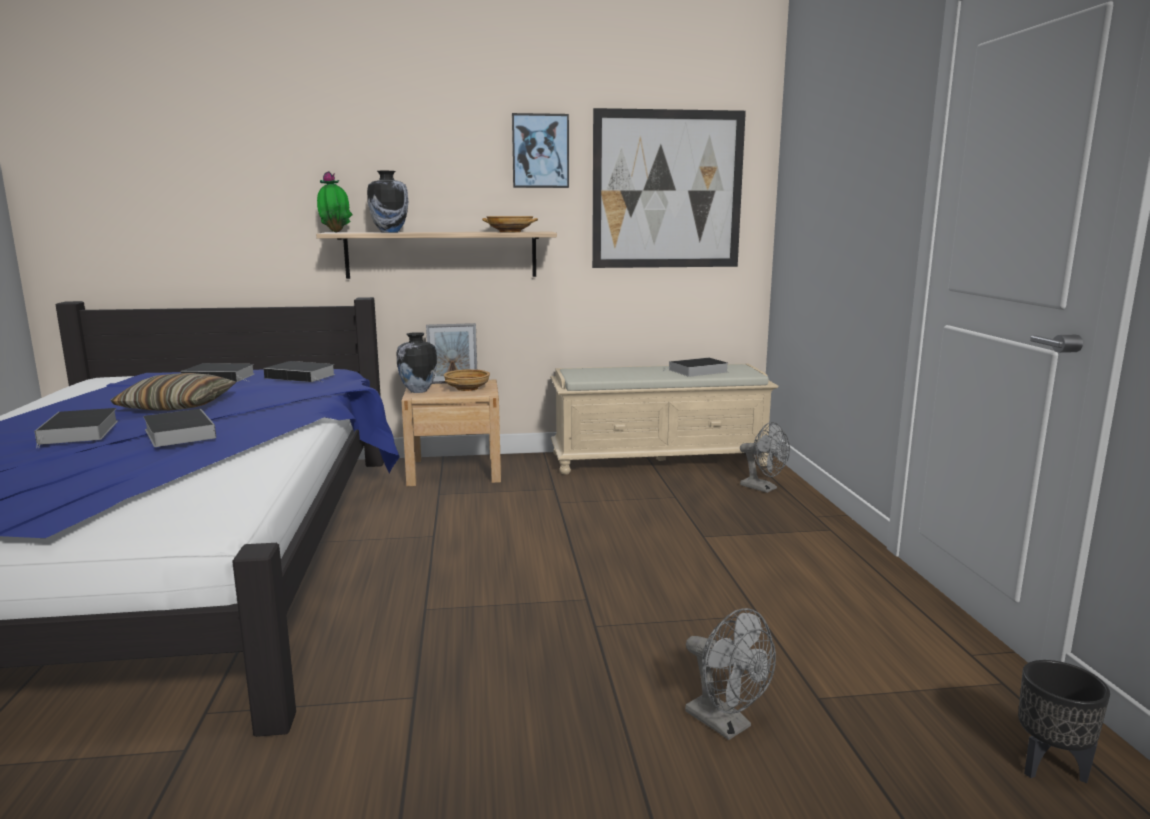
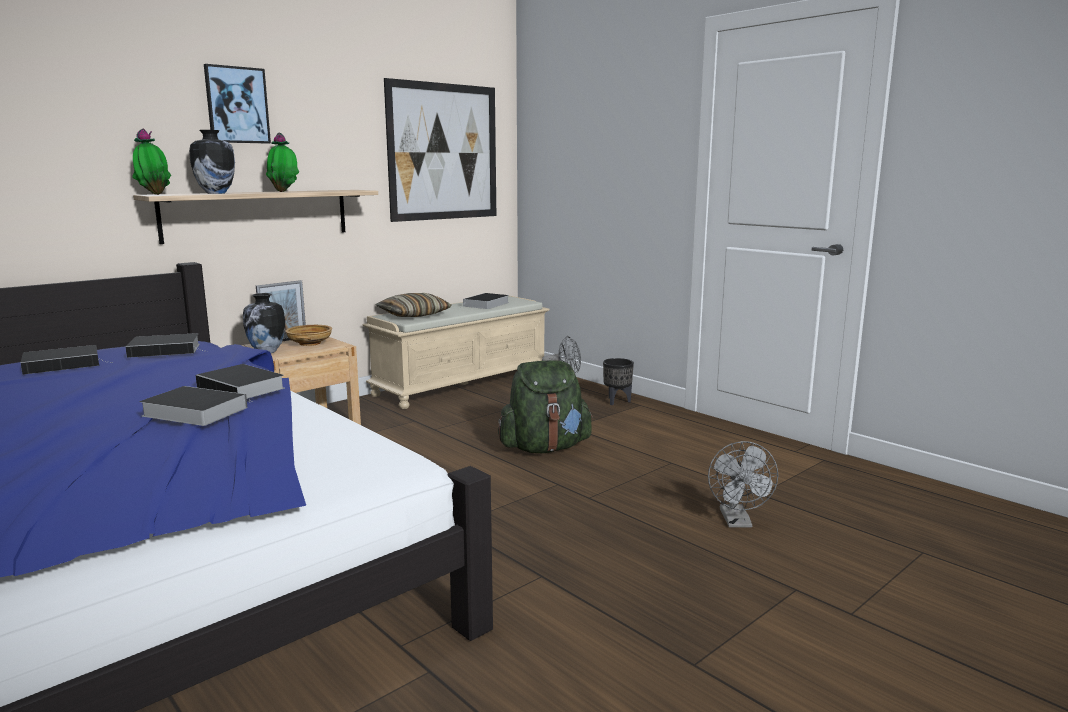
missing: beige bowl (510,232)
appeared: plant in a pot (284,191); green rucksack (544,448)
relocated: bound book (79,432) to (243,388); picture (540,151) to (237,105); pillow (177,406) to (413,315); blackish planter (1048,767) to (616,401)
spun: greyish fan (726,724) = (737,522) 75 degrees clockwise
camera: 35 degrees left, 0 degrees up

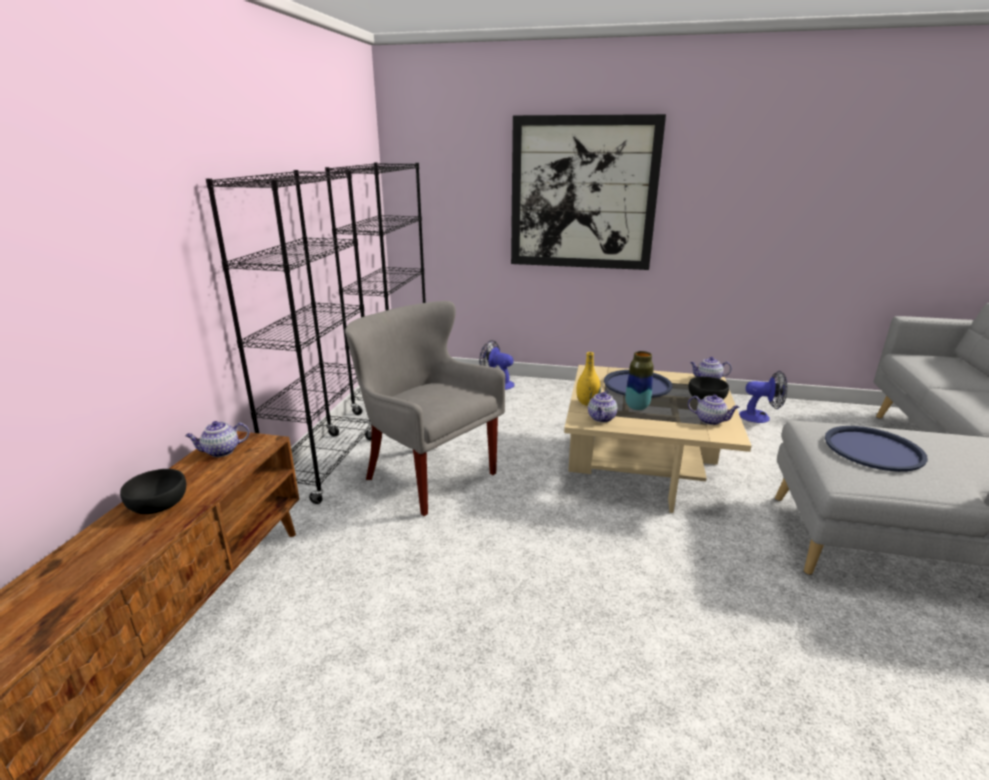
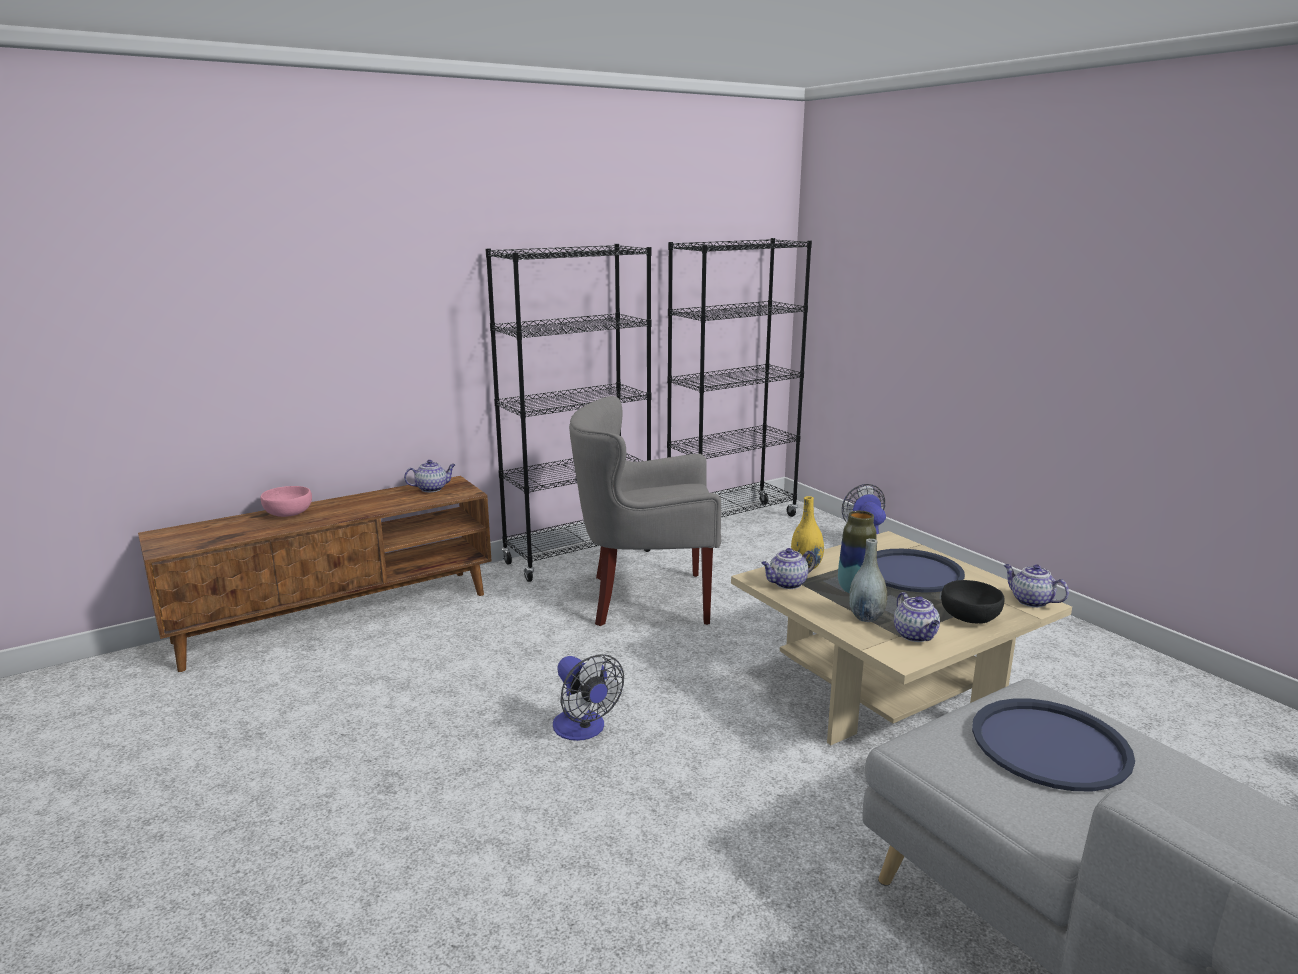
missing: blackish bowl (158,505); picture (583,194)
appeared: pink-coloured bowl (288,513); greyish flower vase (866,617)
relocated: fan (760,417) to (583,730)
spun: pot for tea (221,451) = (432,488) 135 degrees clockwise; greyish armchair (428,475) = (645,599) 90 degrees counterclockwise
camera: 45 degrees right, 5 degrees down

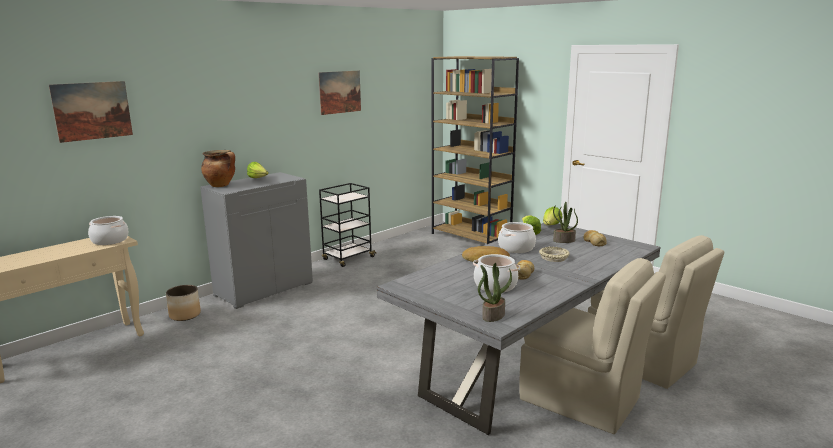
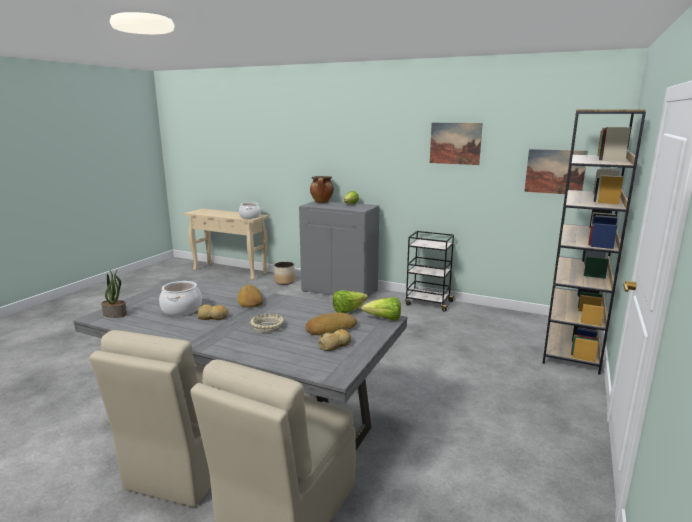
missing: stockpot (516,248)
relocated: picture (92,111) to (555,171)
exchanged: plant in a pot (564,241) to baked bread (330,328)
camera: 70 degrees right, 0 degrees up

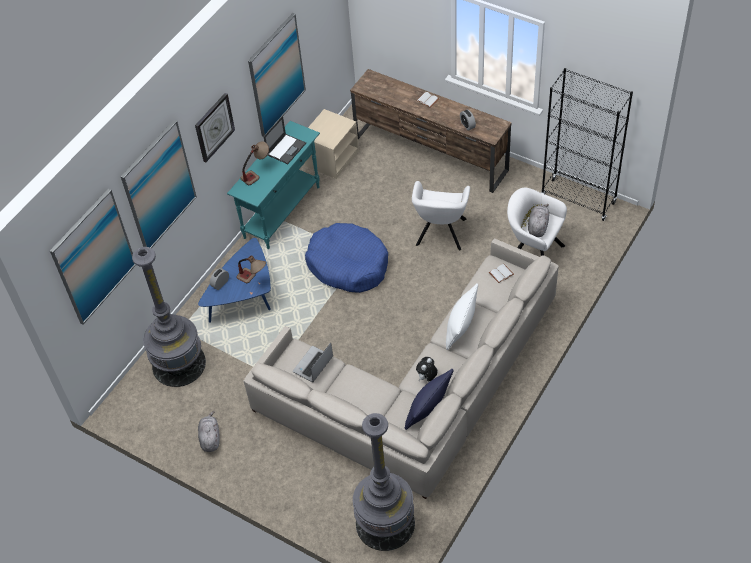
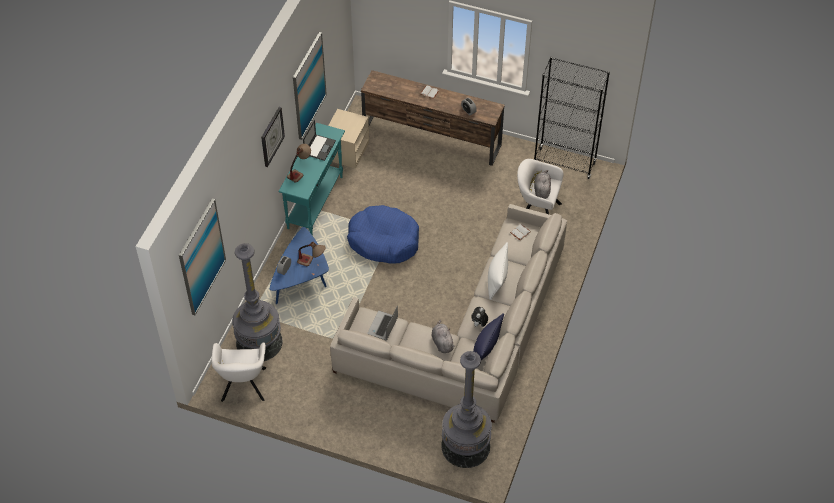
missing: picture (159,186)
relocated: whitish armchair (440,234) to (243,387); greyish plush toy (210,438) to (442,342)
camera: 15 degrees left, 0 degrees up

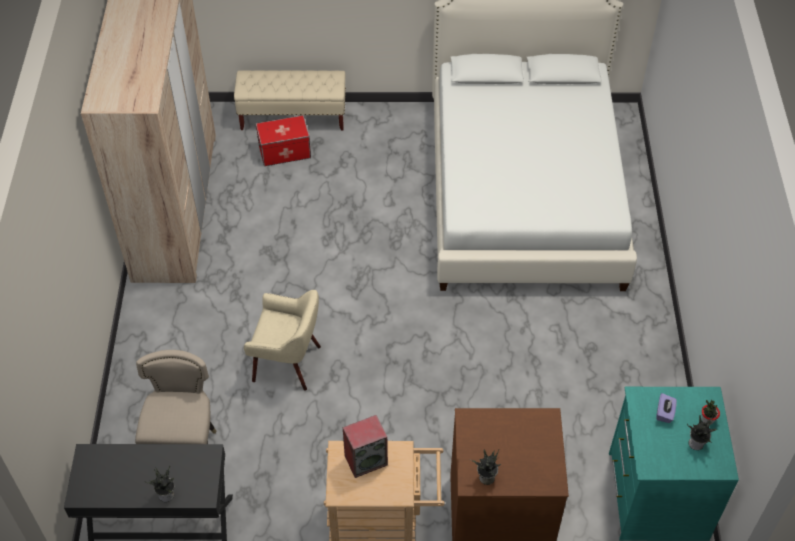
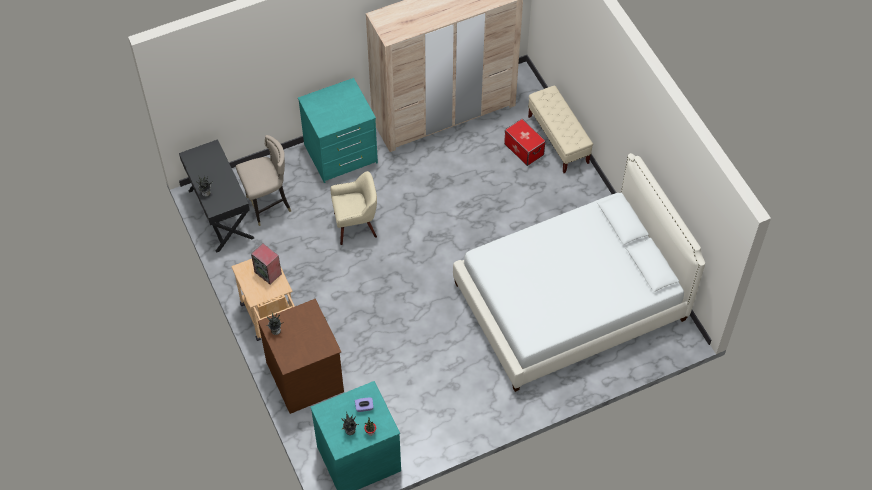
appeared: turquoise-coloured drawer chest (341,154)
spun: beige armchair (288,363) = (356,225) 90 degrees counterclockwise
camera: 65 degrees right, 5 degrees up

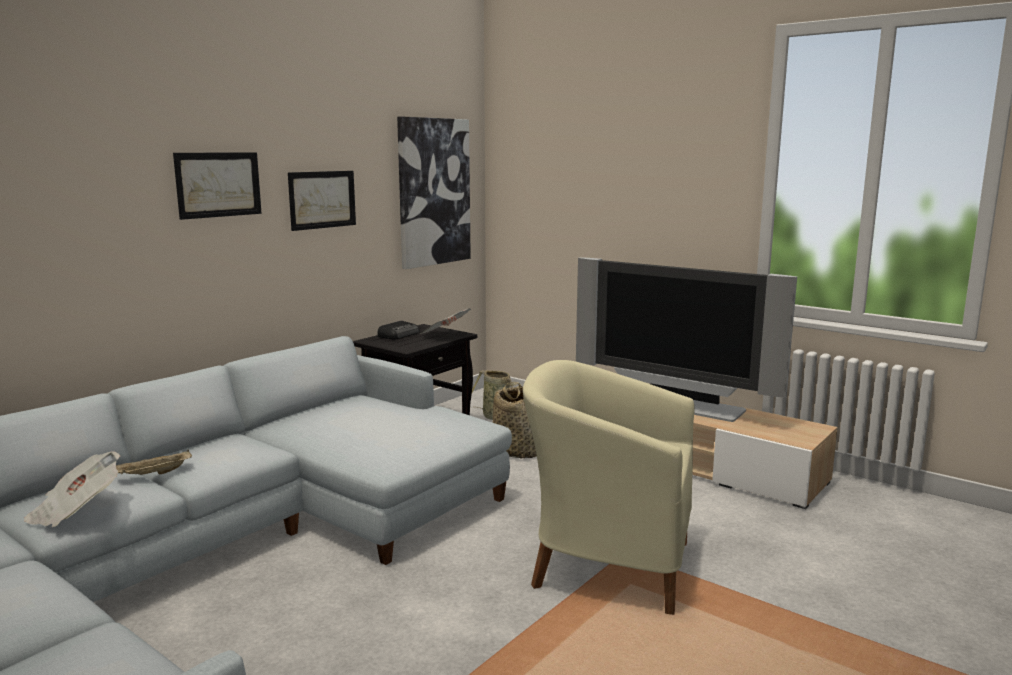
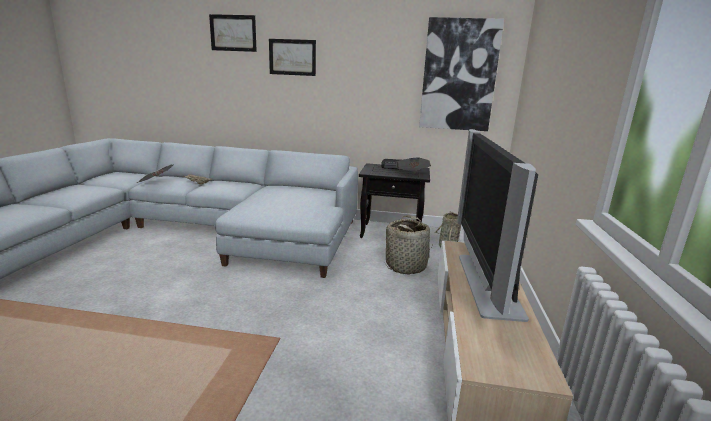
missing: beige armchair (607,564)
relocated: picture (322,199) to (233,33)
camera: 60 degrees right, 5 degrees up

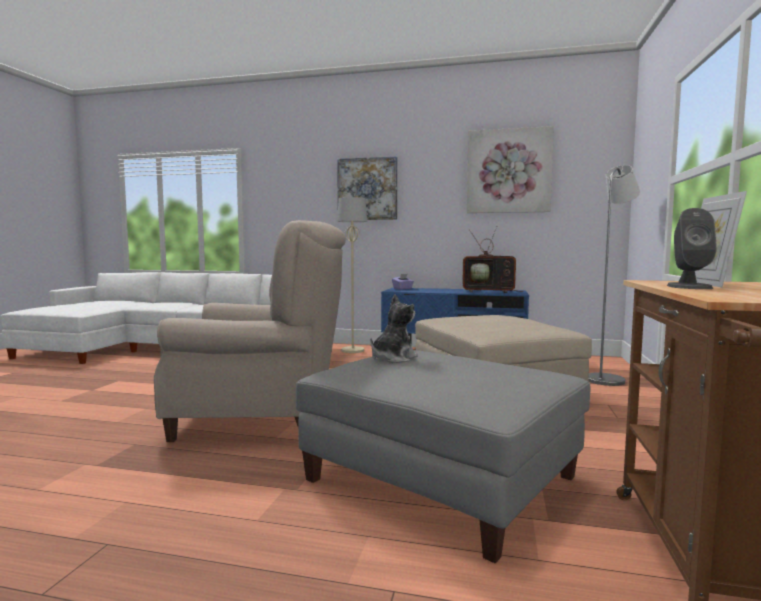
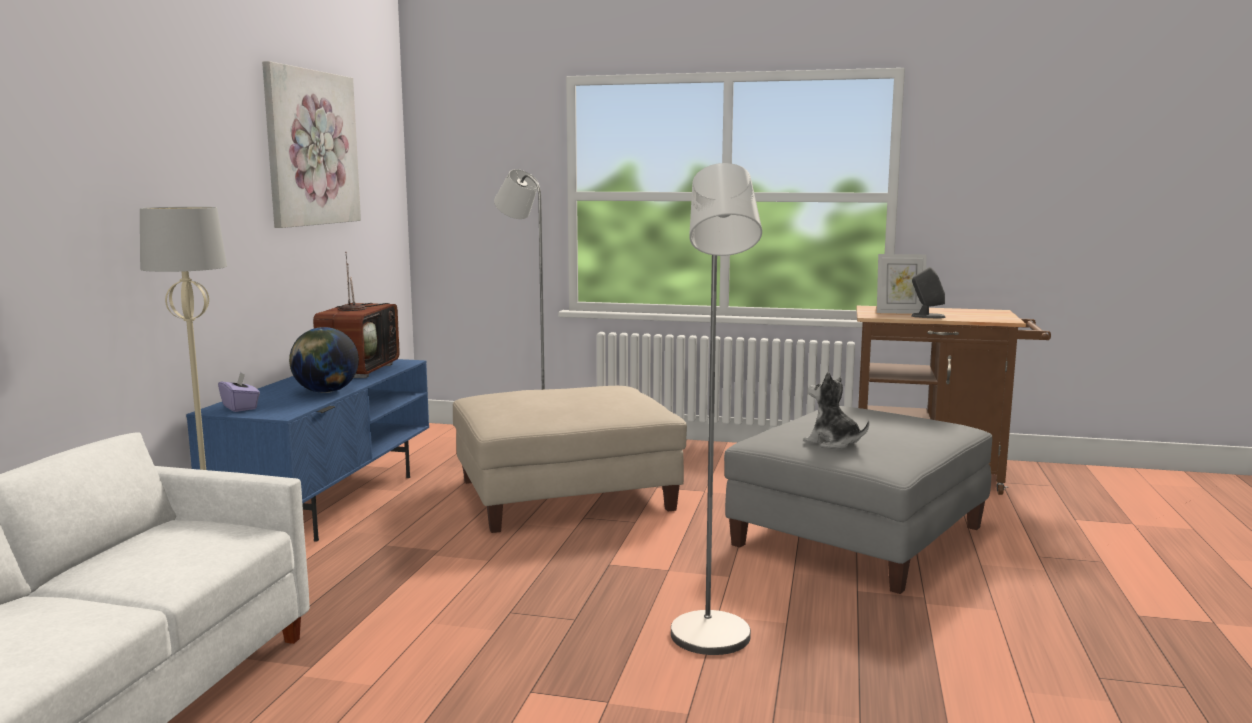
missing: picture (367,189)
appeared: world globe (325,392)
exchanged: beige armchair (260,418) to greyish standard lamp (712,643)
camera: 90 degrees left, 5 degrees up

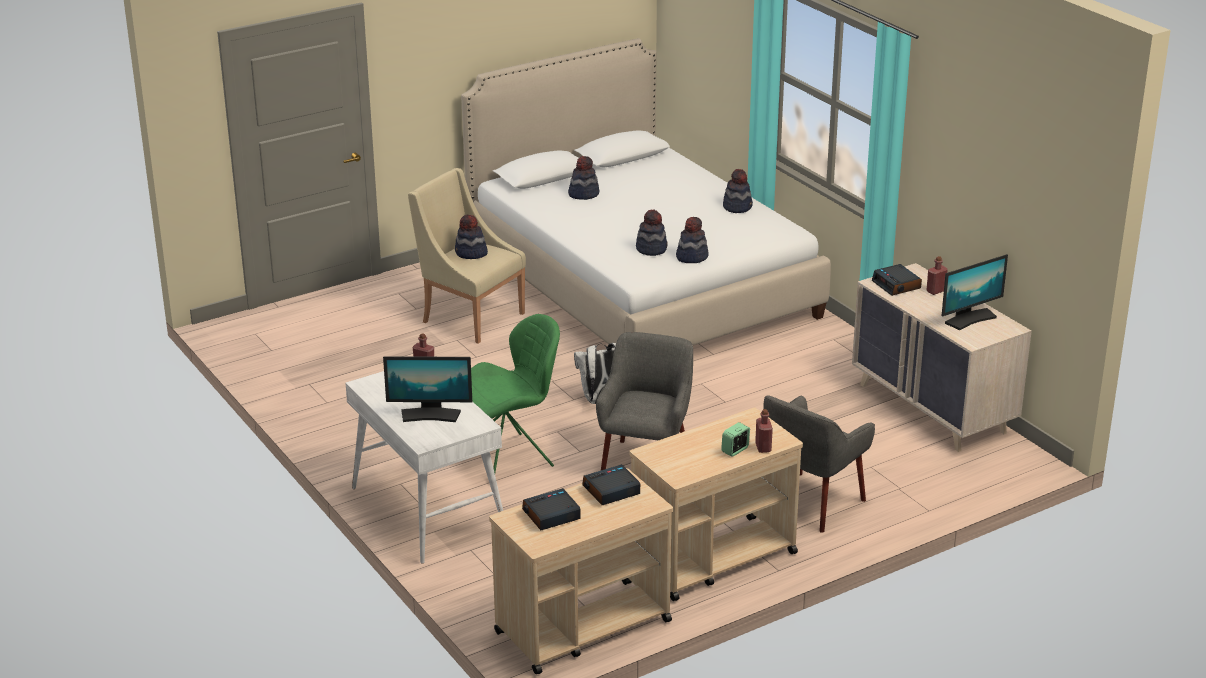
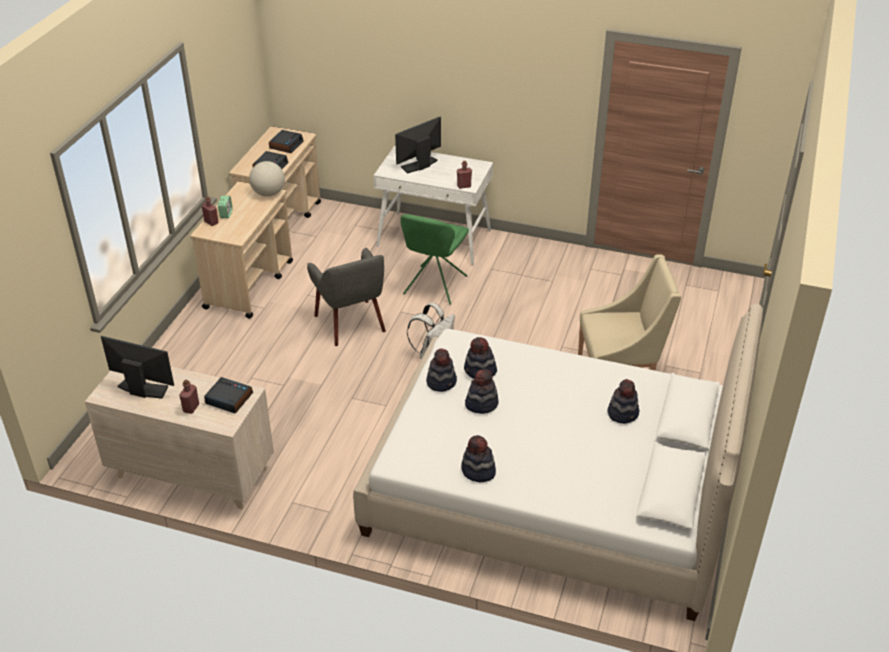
missing: greyish armchair (811,503)
appeared: world globe (268,193)
relocated: clothing hat (471,253) to (481,403)
spun: monitor (970,319) = (142,389) 90 degrees clockwise
camera: 140 degrees right, 10 degrees up

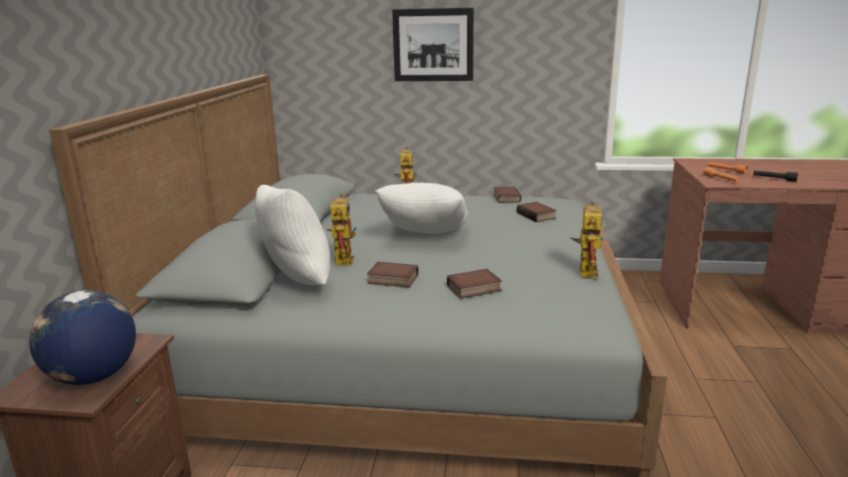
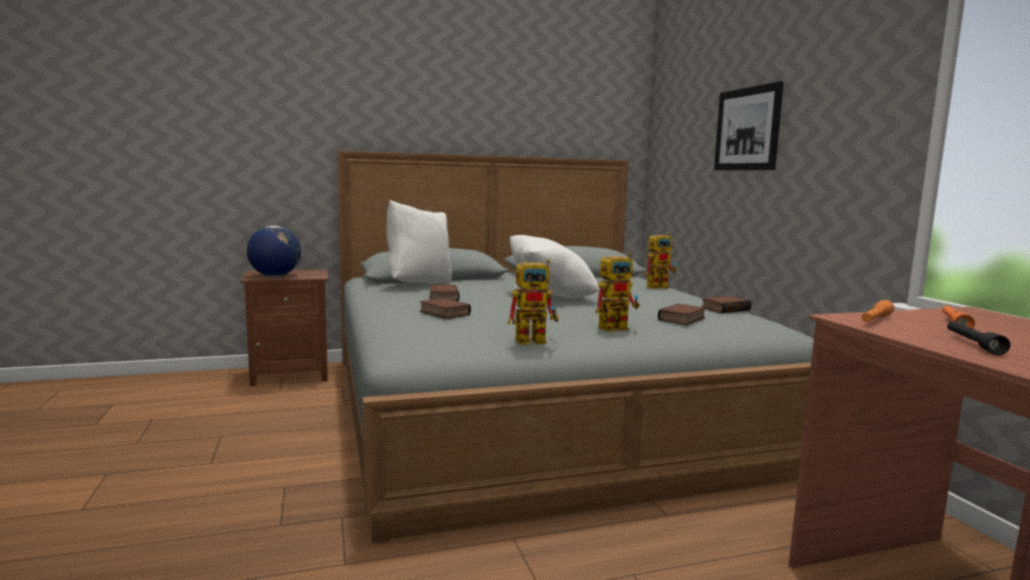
relocated: robot figure (342,258) to (617,327)
camera: 65 degrees right, 10 degrees down

